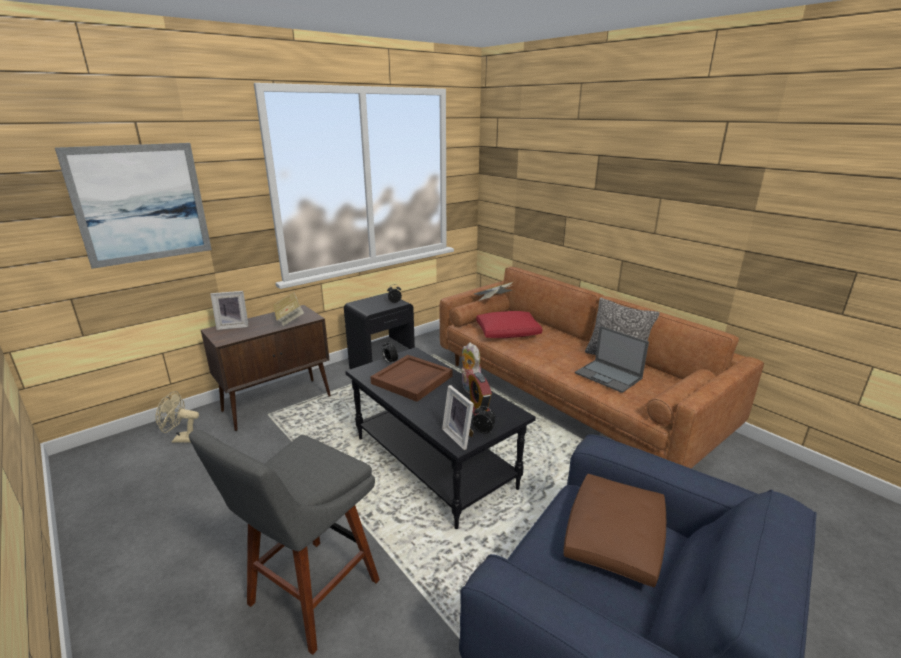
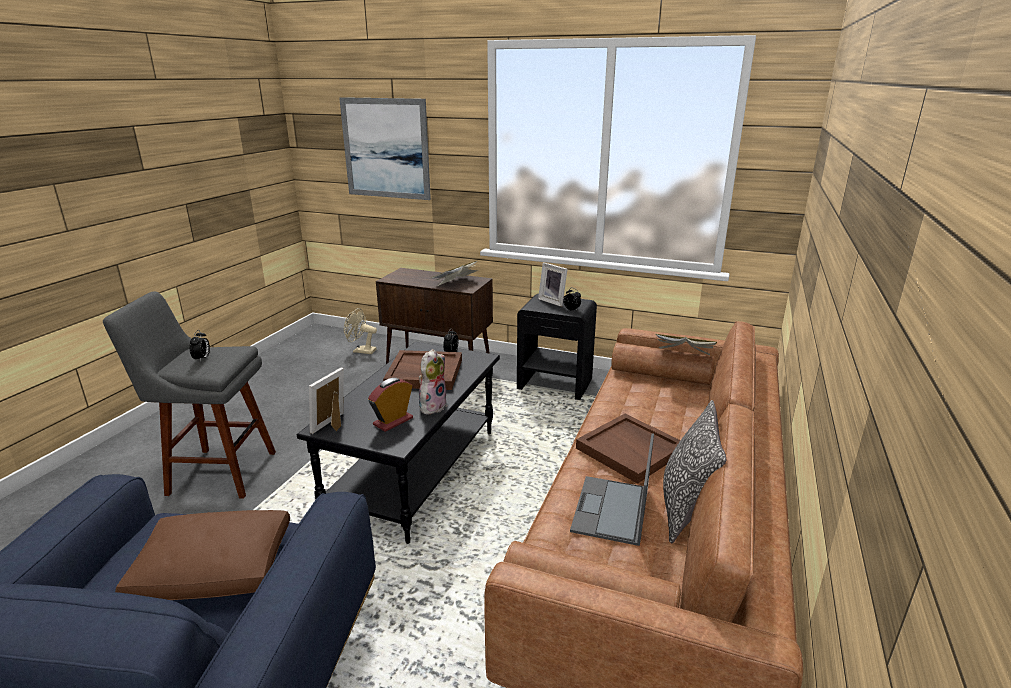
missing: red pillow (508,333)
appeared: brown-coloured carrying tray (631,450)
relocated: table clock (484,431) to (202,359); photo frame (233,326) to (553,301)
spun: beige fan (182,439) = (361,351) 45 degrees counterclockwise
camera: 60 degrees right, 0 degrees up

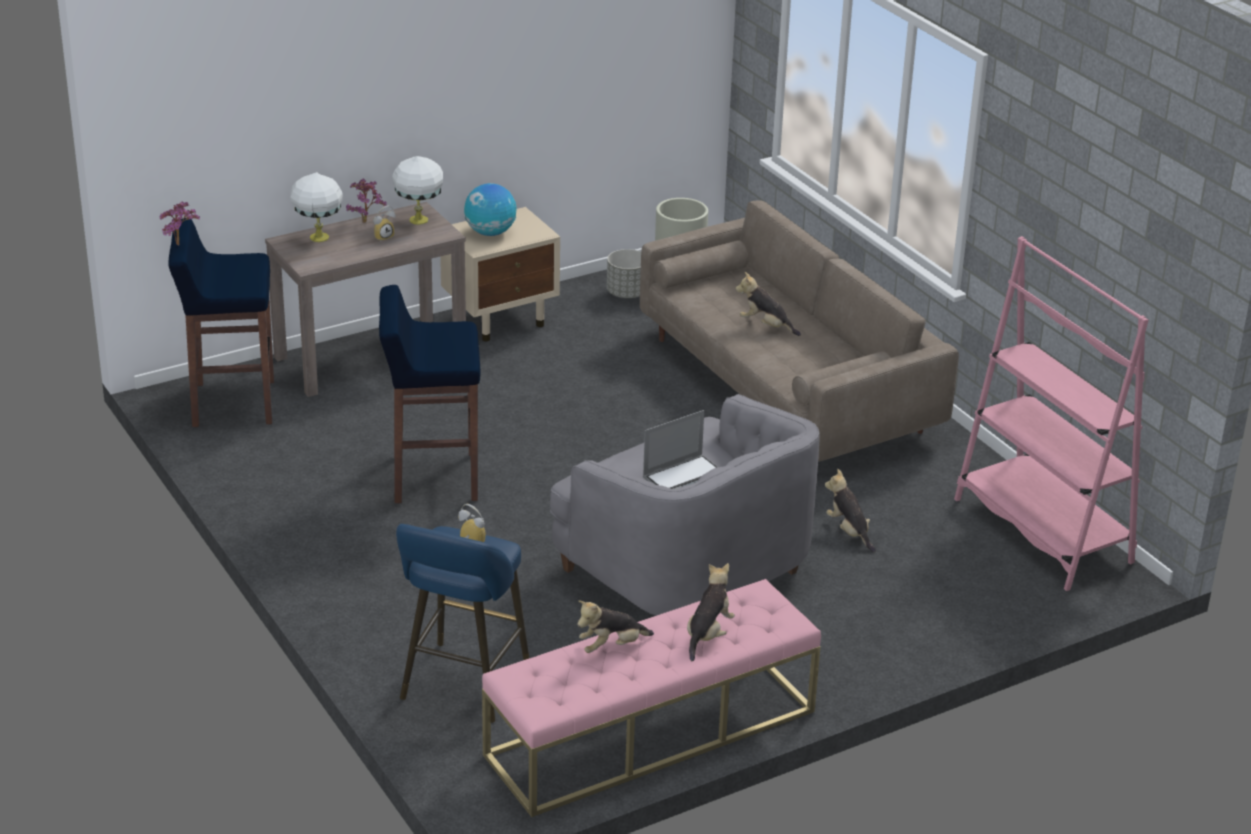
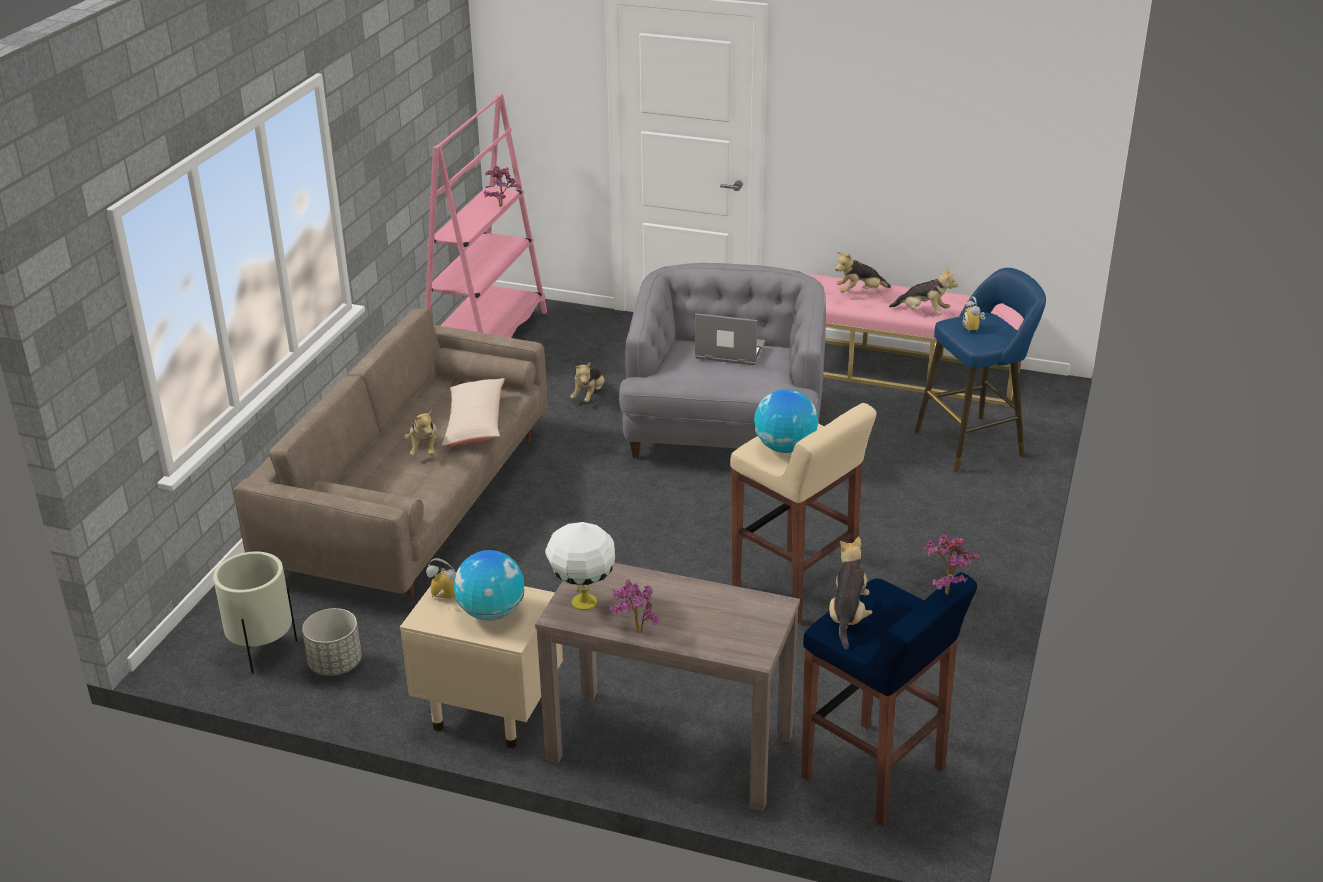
missing: whitish table lamp (318,238)
appeared: beige pillow (475,422); plant in a pot (502,205); world globe (784,447); plush toy (848,617)
relocated: table clock (383,237) to (442,599)
colour: bluish stool seat (433,478) to beige stool seat (795,586)
camera: 130 degrees left, 0 degrees up

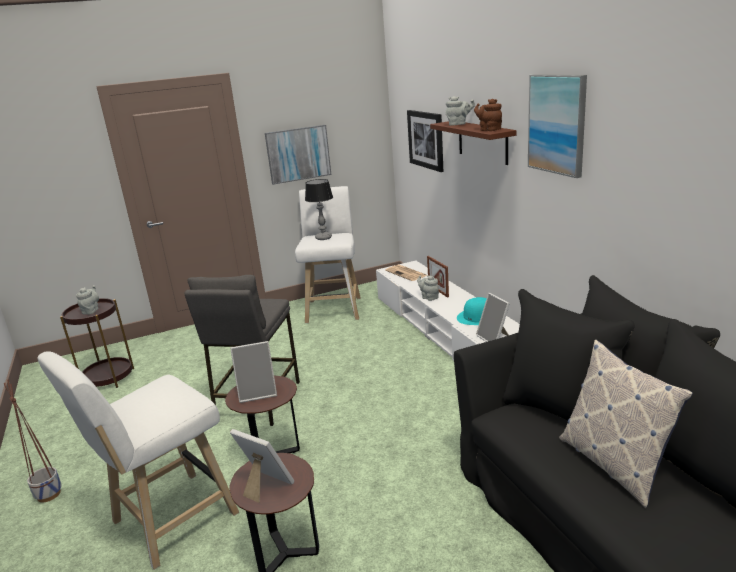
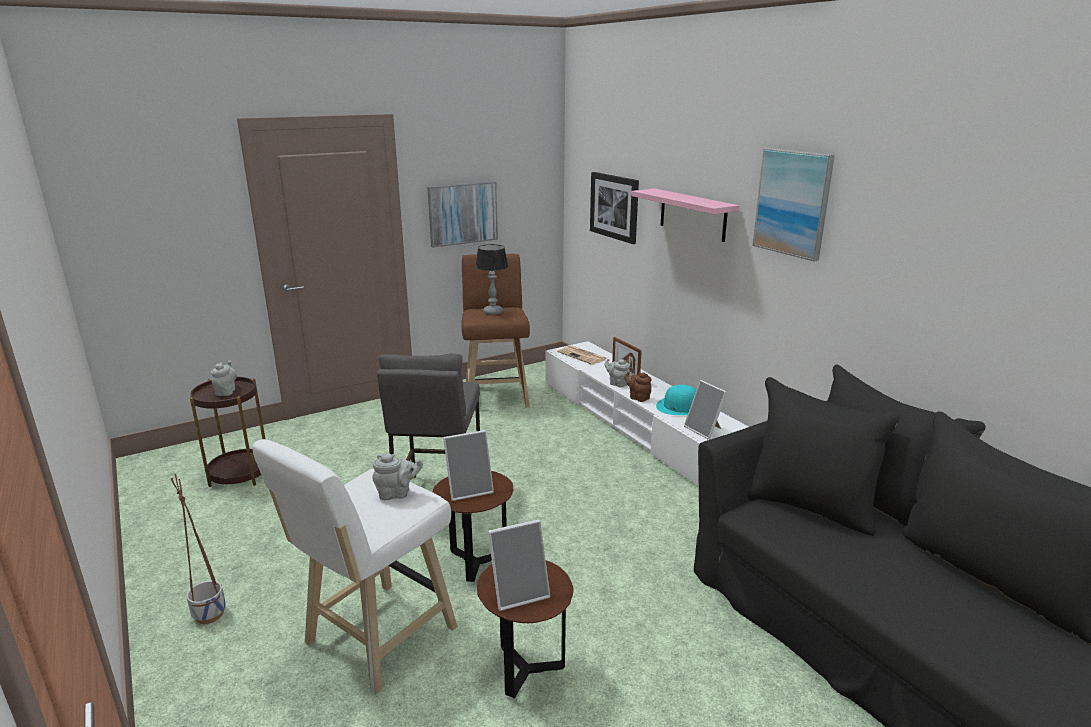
missing: pillow (614,464)
relocated: greyish pot for tea (458,124) to (397,494); brown-coloured pot for tea (489,129) to (638,397)
colour: whitish stool seat (334,308) to brown-coloured stool seat (496,394); brown-coloured shelf (482,142) to pink-coloured shelf (692,214)
spun: photo frame (265,486) = (519,592) 135 degrees clockwise
camera: 10 degrees left, 0 degrees up

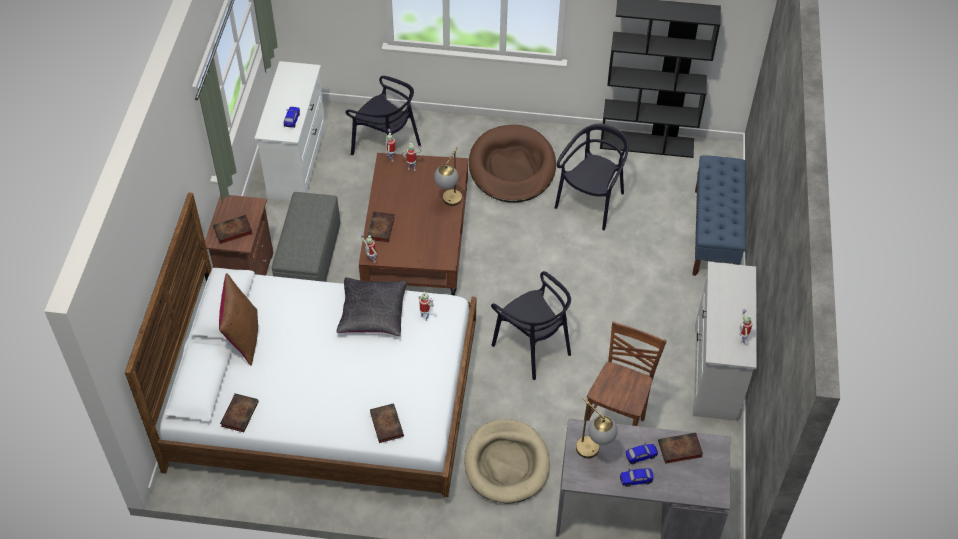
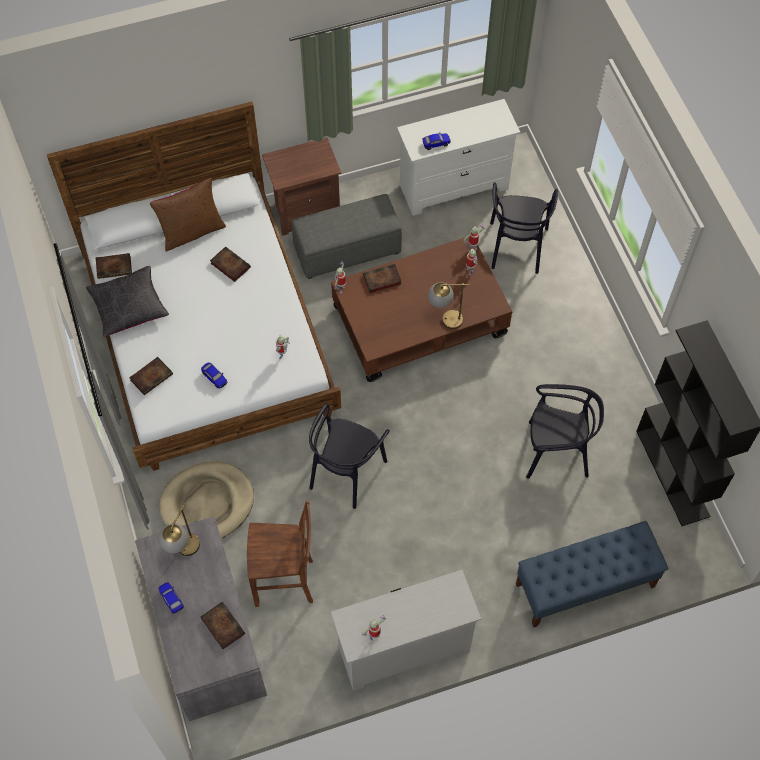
missing: brown-coloured dog cushion (512,167)
relocated: blackish pillow (372,313) to (129,307); model car (641,456) to (215,378); bound book (232,231) to (229,265)
camera: 65 degrees right, 10 degrees up

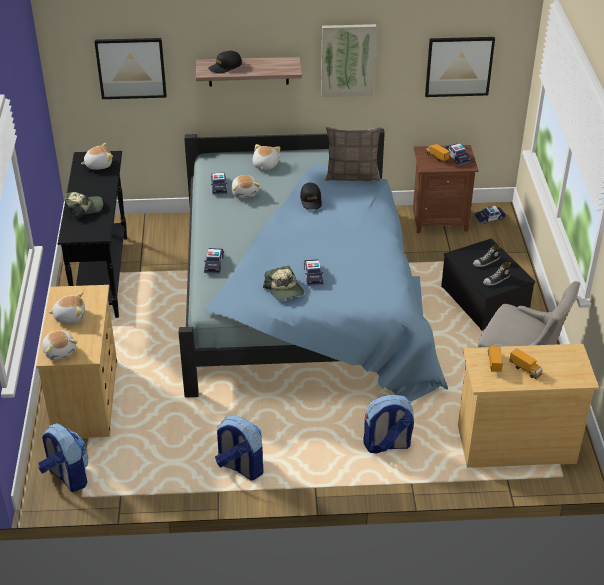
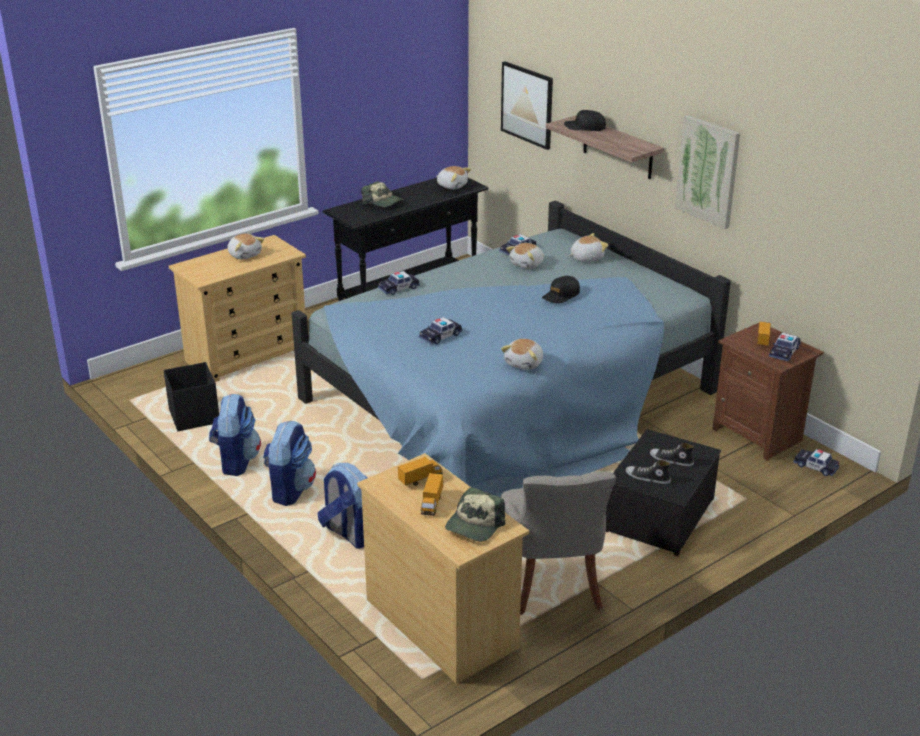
missing: pillow (352,176); picture (459,66)
appeared: blackish storage container (194,416)
relocated: rucksack (67,476) to (290,490); baseball cap (284,290) to (474,525); plush toy (60,351) to (525,363)
camera: 55 degrees right, 10 degrees down

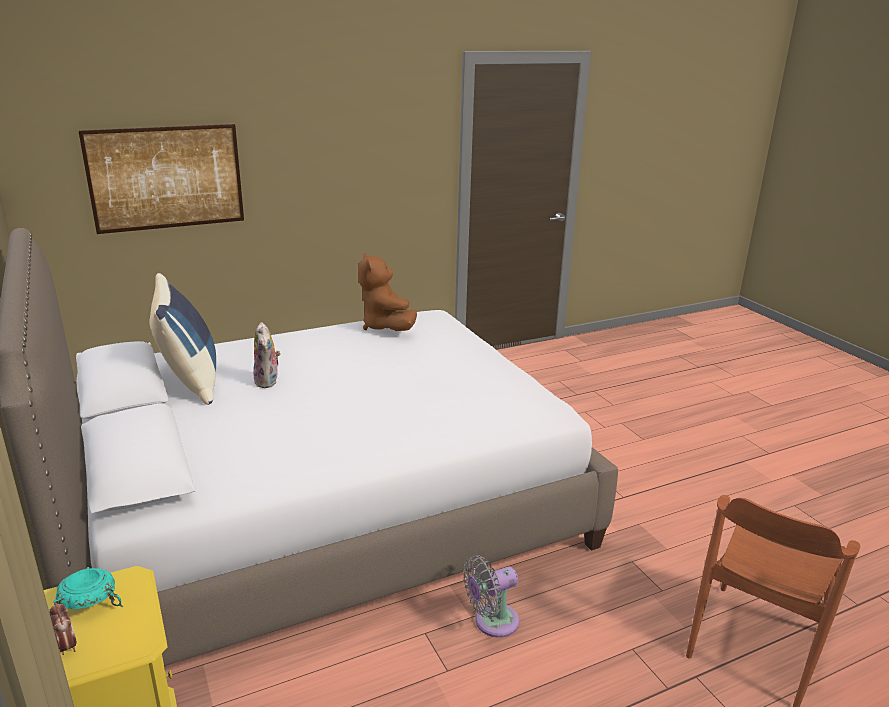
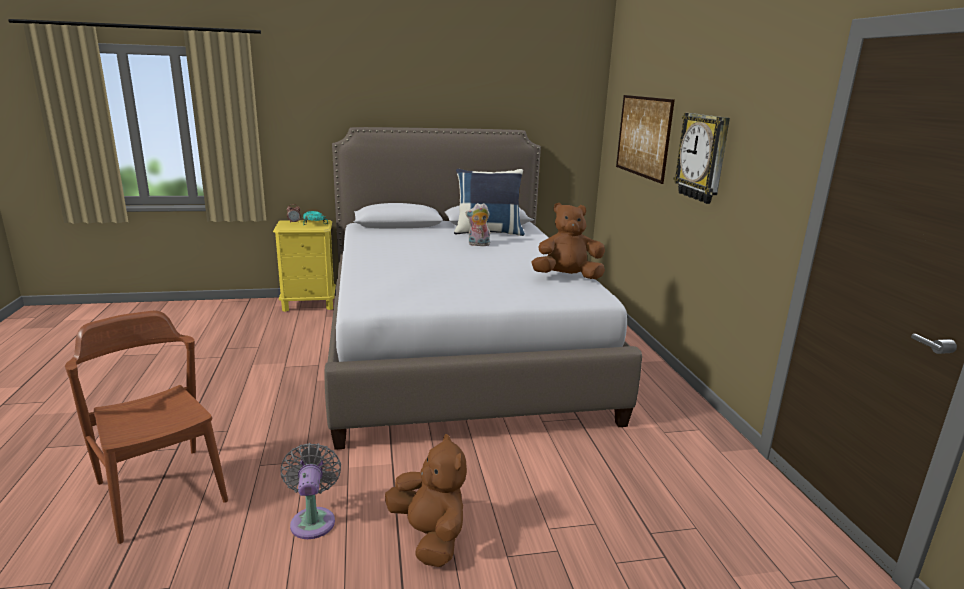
appeared: brown-coloured plush toy (430,536); hanging clock (703,157)
relocated: greyish fan (492,622) to (313,520)
camera: 105 degrees right, 5 degrees down

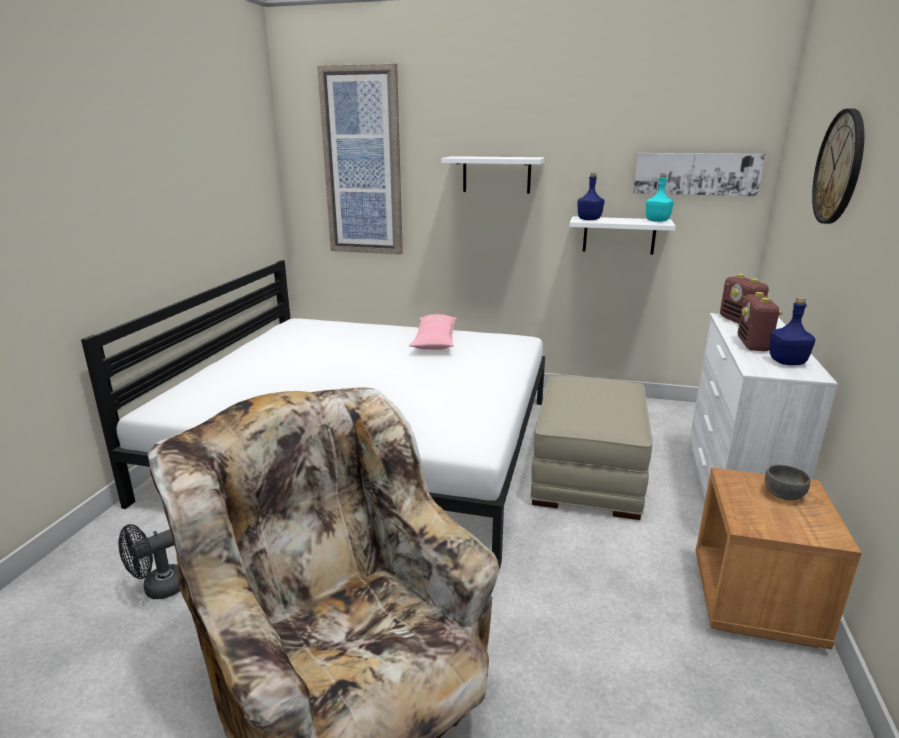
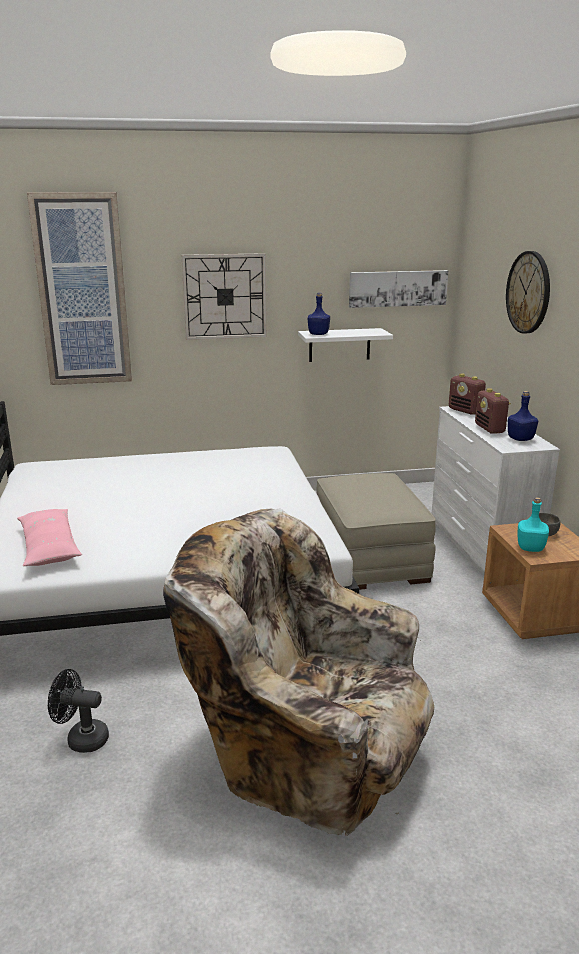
relocated: pink-coloured pillow (434,341) to (49,547); turquoise-coloured drink bottle (657,221) to (530,548)
exchanged: whitish shelf (496,174) to hanging clock (225,296)
spun: blackish fan (159,589) = (81,739) 75 degrees clockwise
camera: 25 degrees left, 0 degrees up

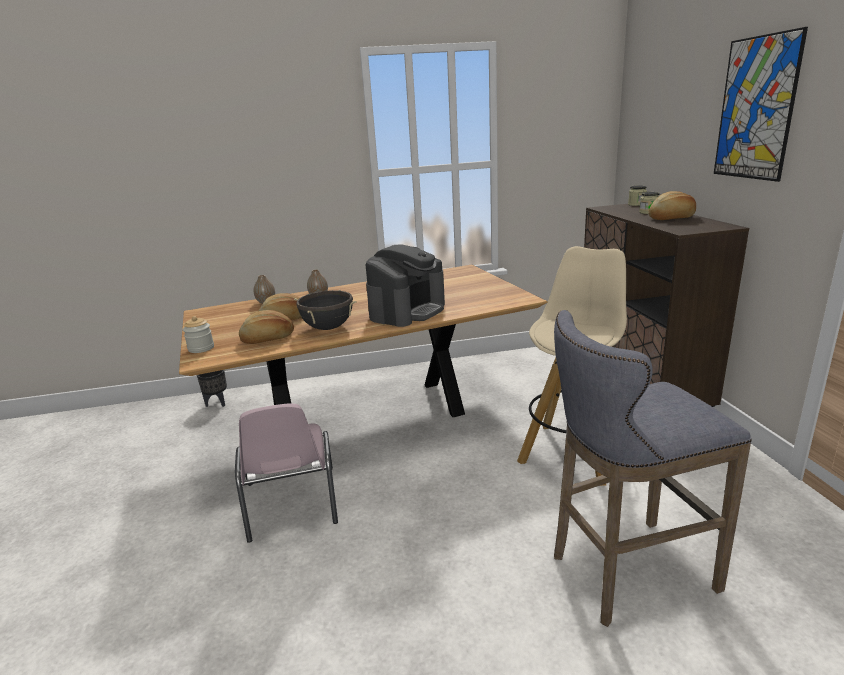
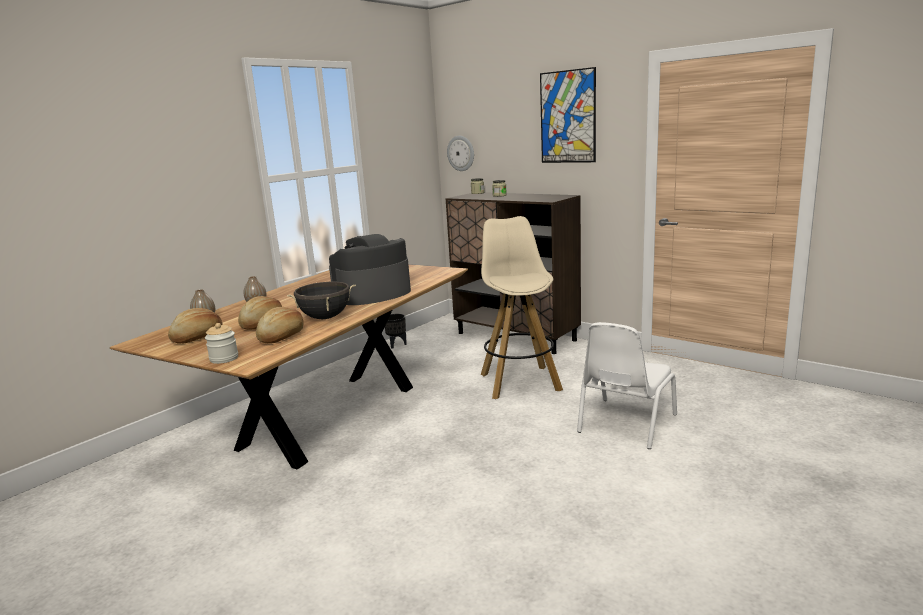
missing: pink-coloured plain chair (291,504)
appeared: hanging clock (461,153)
relocated: baked bread (672,218) to (198,337); blackish planter (217,403) to (396,345)
exchanged: greyish stool seat (625,573) to whitish plain chair (625,423)
spun: coffee maker (407,311) = (372,294) 120 degrees counterclockwise
camera: 40 degrees left, 5 degrees down

